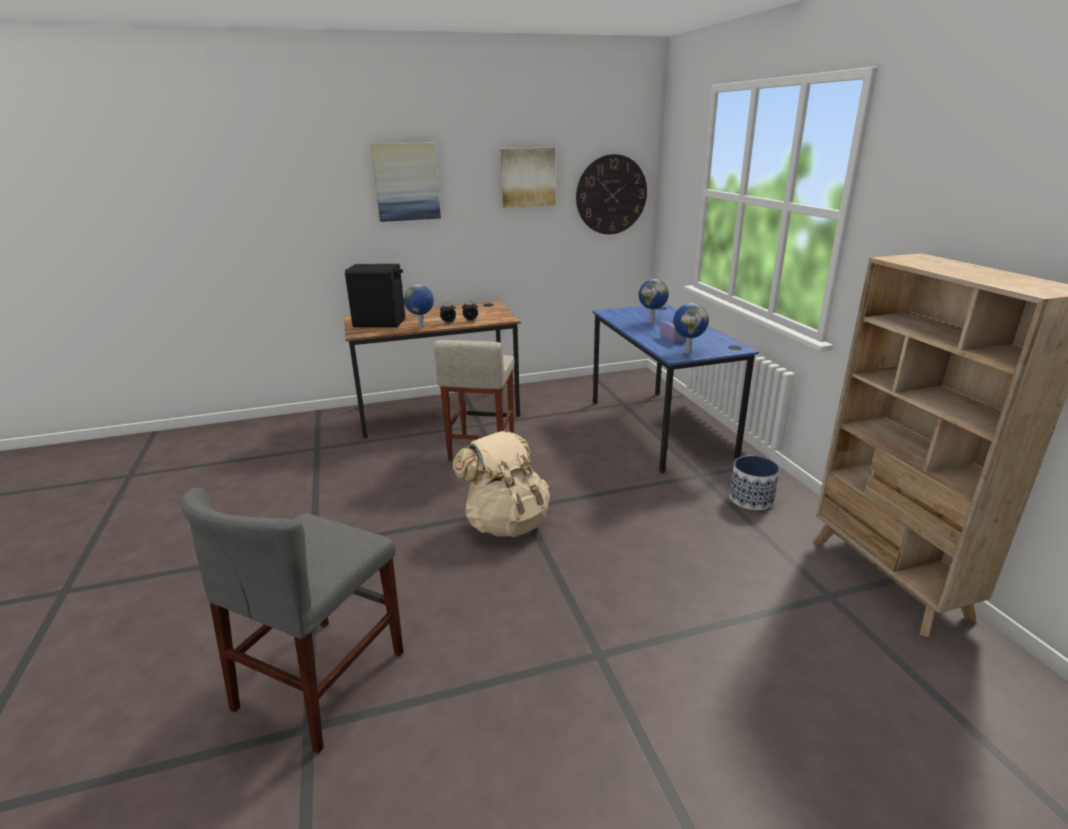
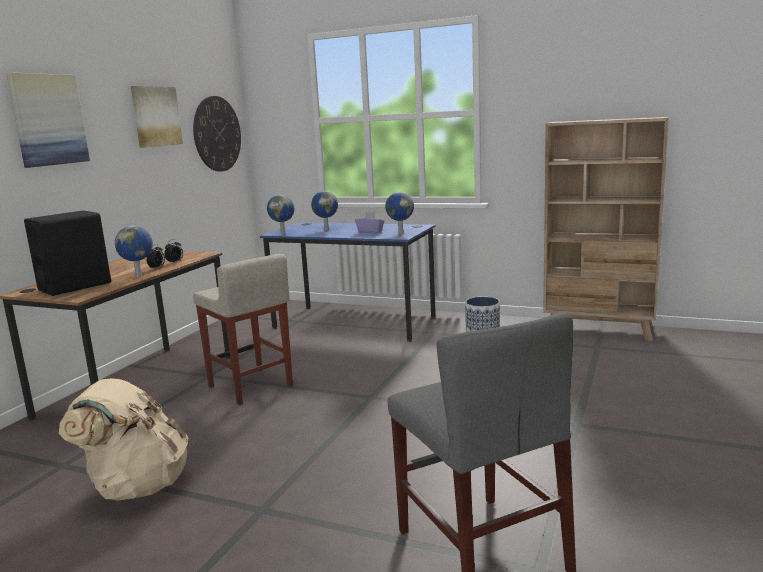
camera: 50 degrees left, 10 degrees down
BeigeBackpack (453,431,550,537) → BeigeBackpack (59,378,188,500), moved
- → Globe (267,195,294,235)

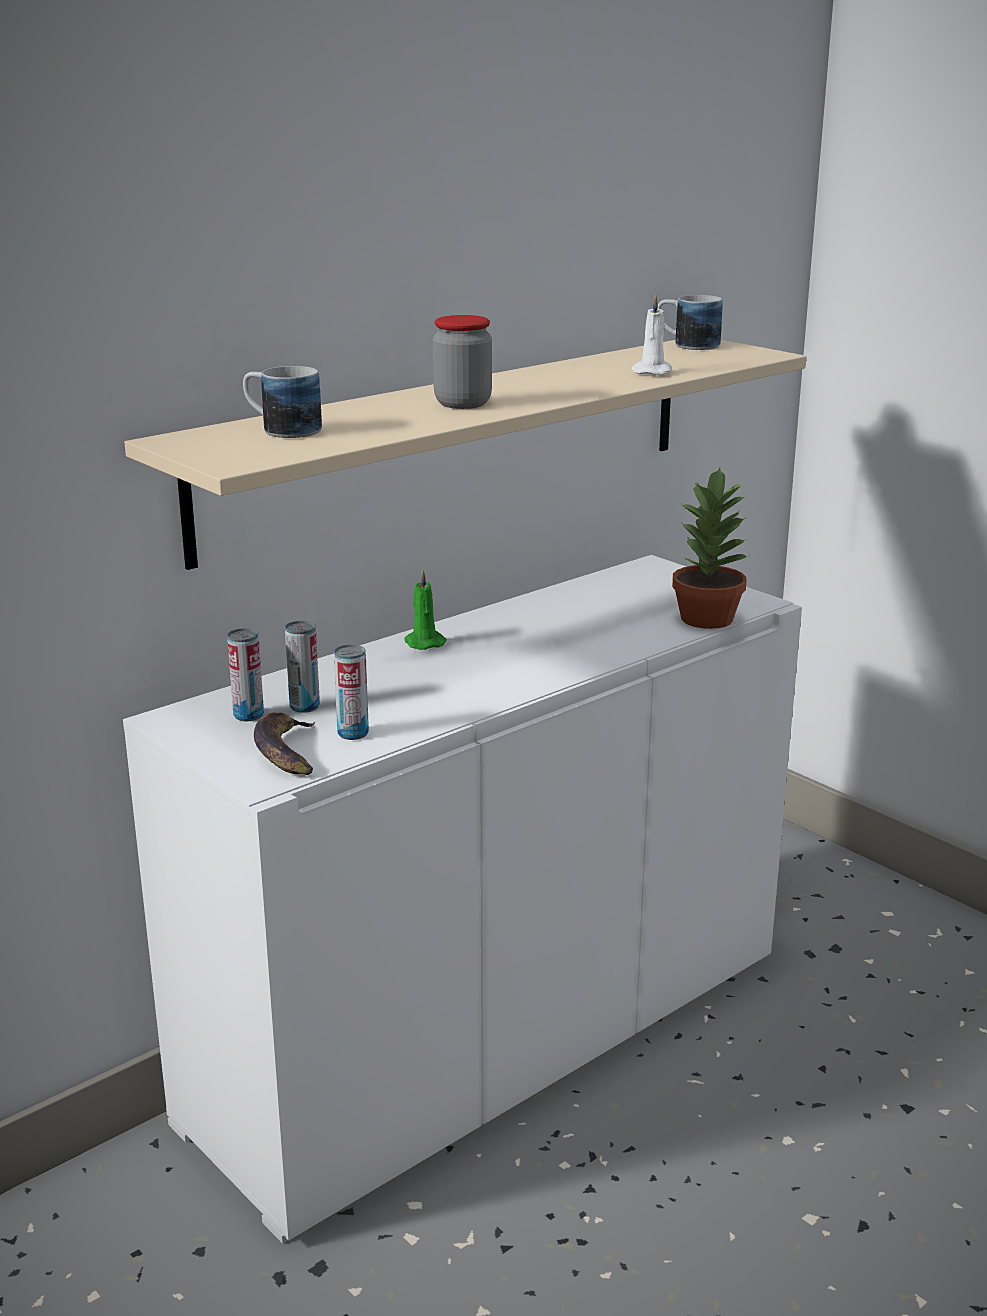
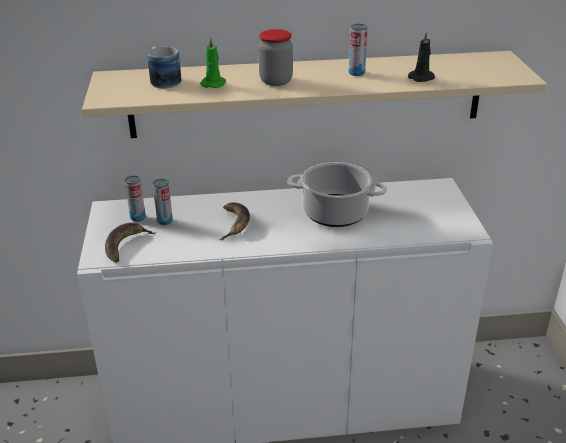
camera: 35 degrees right, 10 degrees up
GreenCandle (404,570,446,650) → GreenCandle (200,36,226,88), moved
- → Banana (220,202,250,240)
- → CookingPot (287,162,387,227)
Can (334,644,369,740) → Can (349,24,368,76), moved
WhiteCandle (631,295,672,375) → BlackCandle (408,31,435,82)
Mug (658,295,723,350) → -
PottedPlant (672,468,751,629) → -

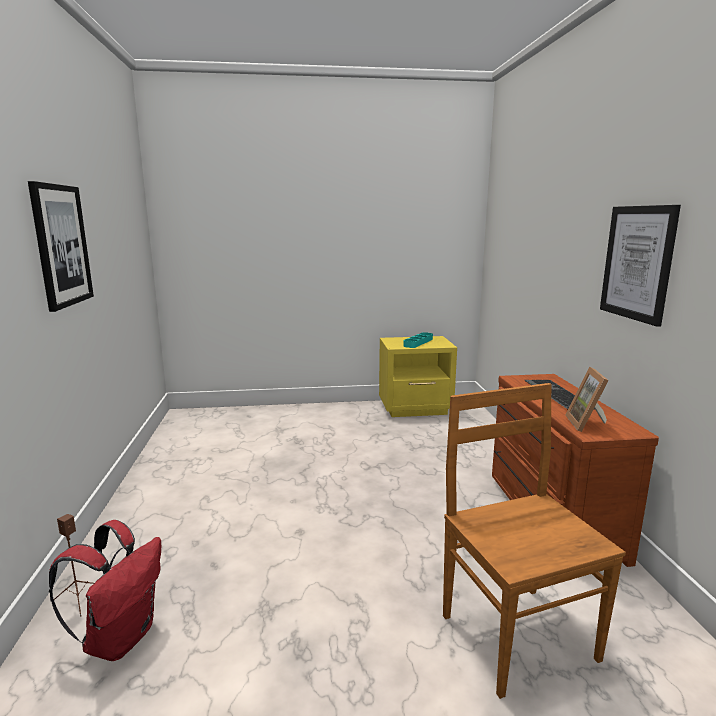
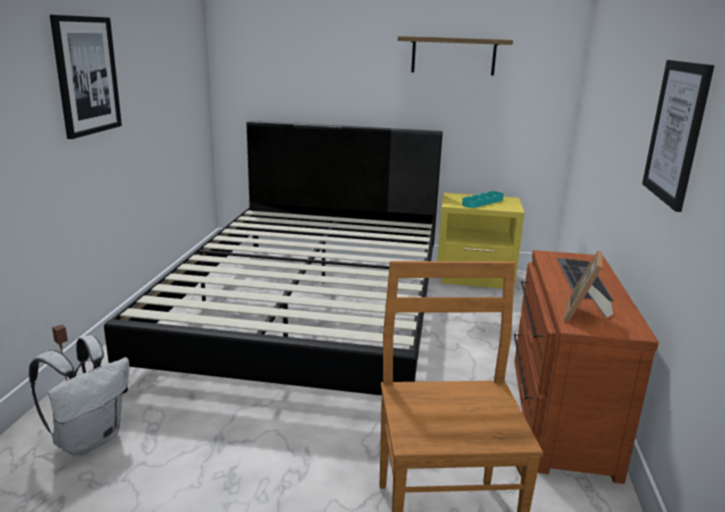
camera: 15 degrees right, 5 degrees up
RedBackpack (49,520,161,661) → WhiteBackpack (29,335,129,456)
- → BlackBed (104,121,443,395)
- → Shelf (398,36,513,76)

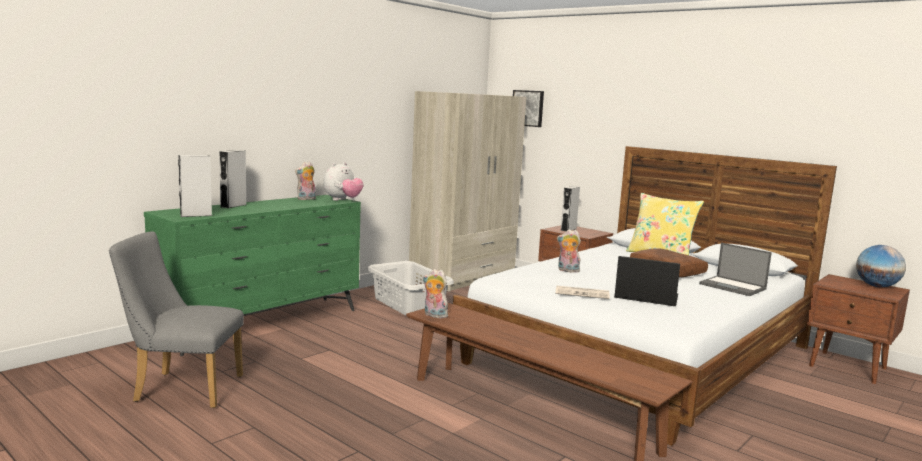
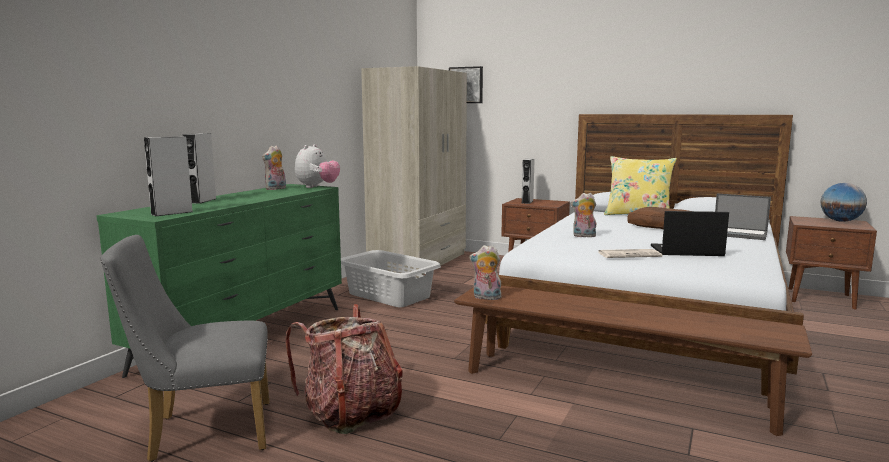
camera: 15 degrees left, 0 degrees up
- → Backpack (286,304,402,434)

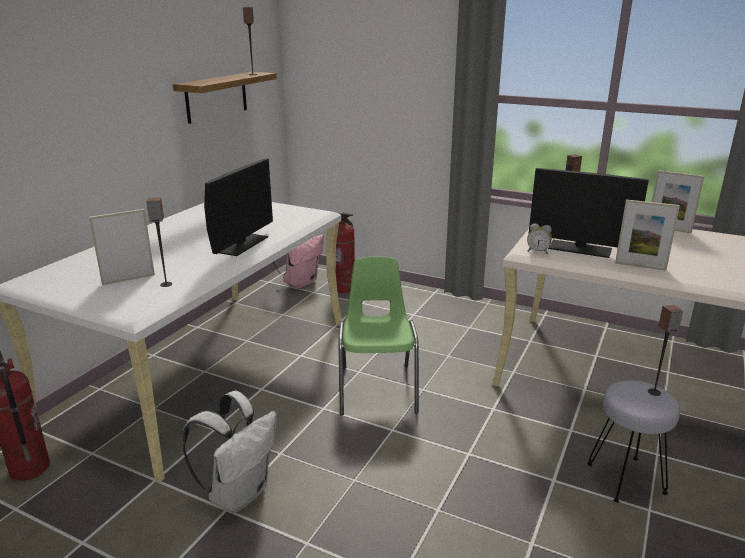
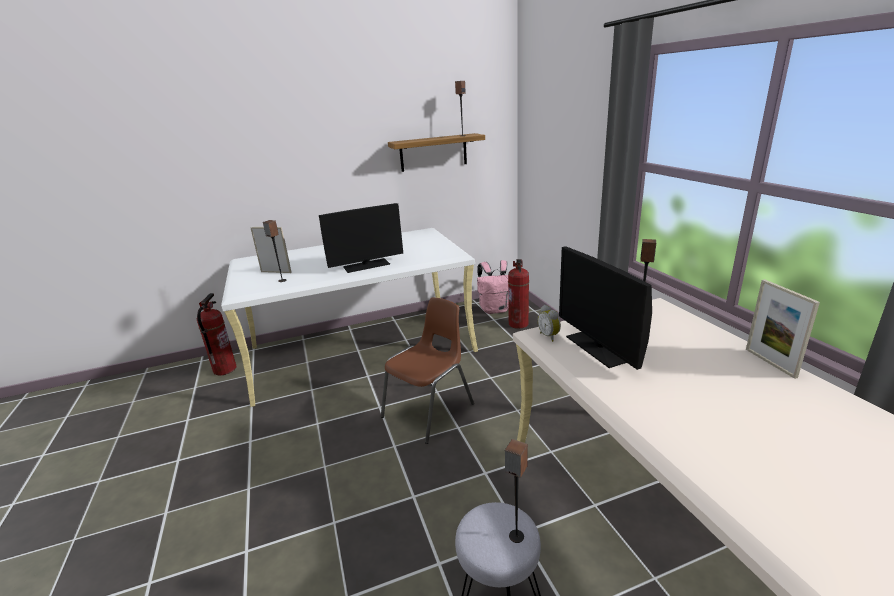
camera: 45 degrees right, 0 degrees up
GreenChair (338,257,419,415) → BrownChair (381,298,474,444)
WhiteBackpack (182,391,277,513) → -
PictureFrame (615,199,680,271) → -

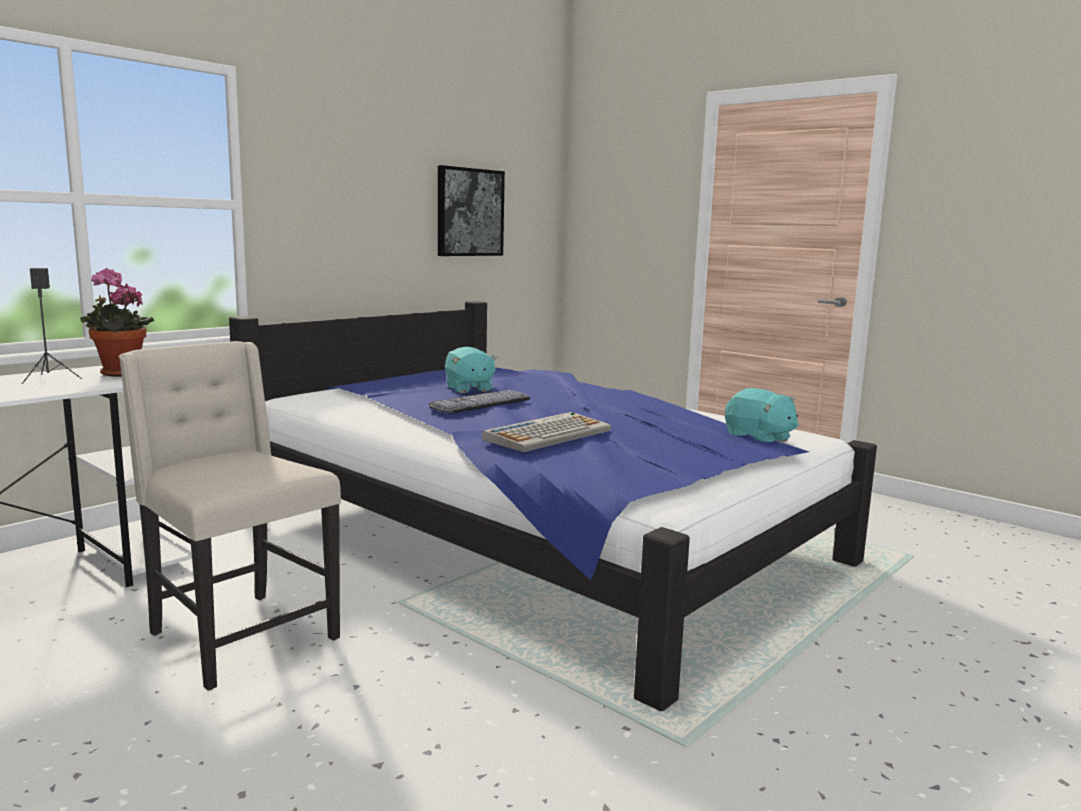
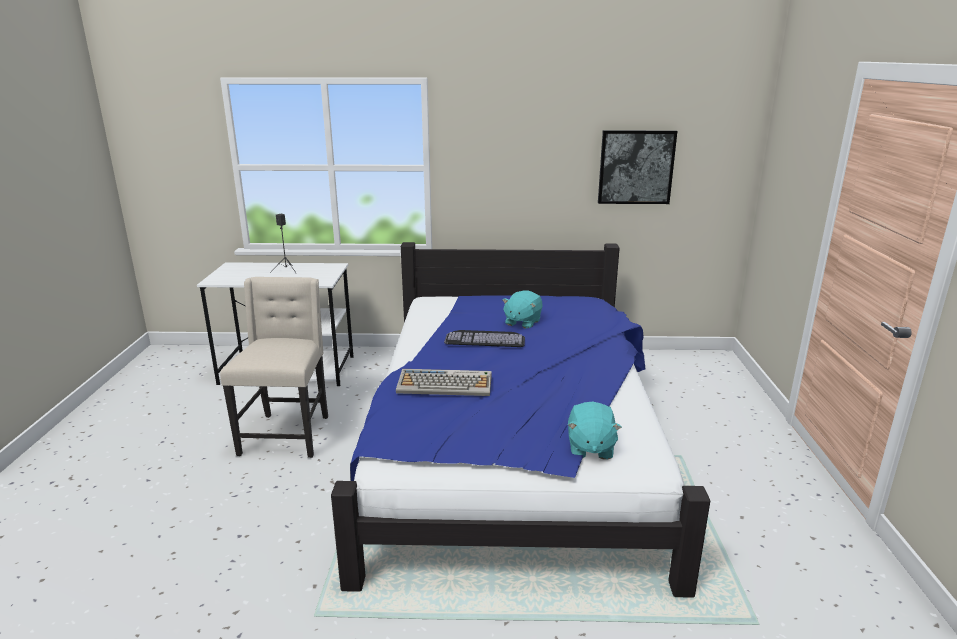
camera: 50 degrees right, 10 degrees up
PottedPlant (80,268,154,377) → -

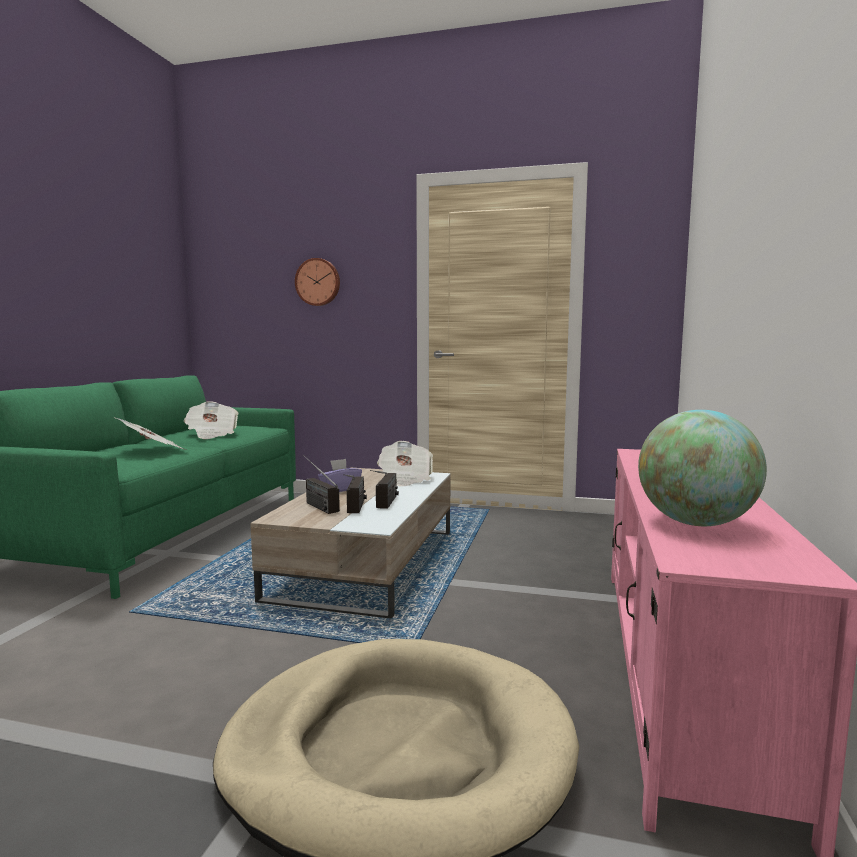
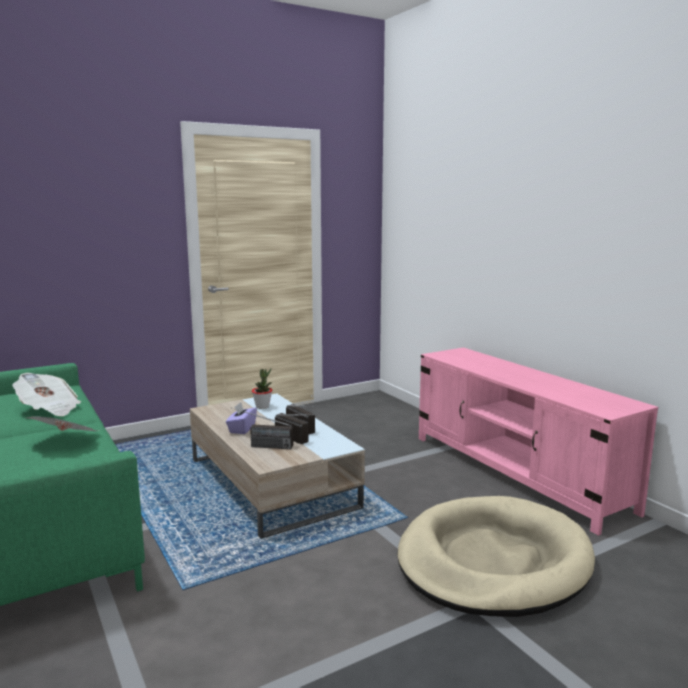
camera: 45 degrees left, 5 degrees up
Newspaper (377,441,433,486) → PottedPlant (252,369,272,409)
WallClock (295,258,340,306) → -
Globe (638,410,767,526) → -

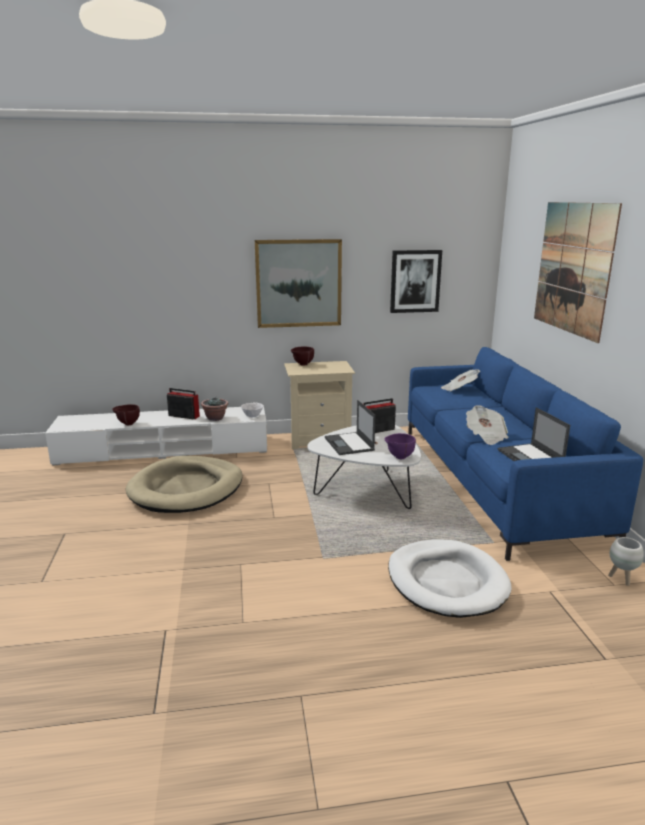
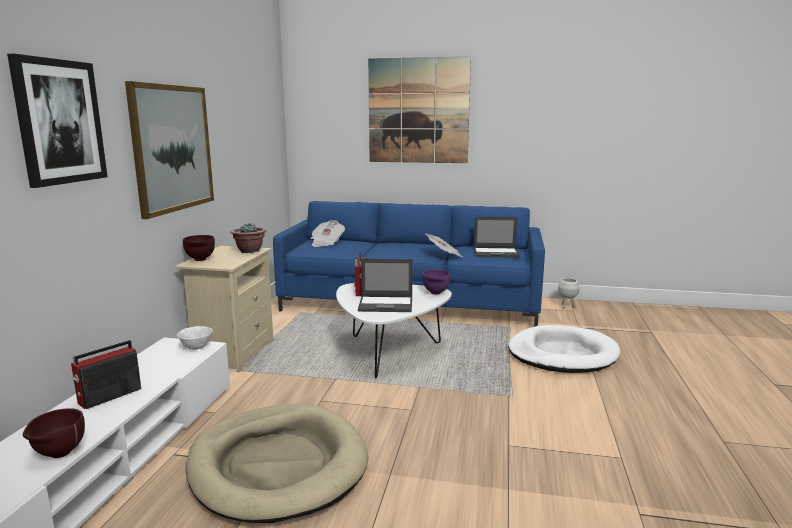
camera: 70 degrees left, 5 degrees down
Picture (390,250,442,313) → Picture (7,54,108,188), moved
PottedPlant (201,397,229,421) → PottedPlant (231,223,266,253), moved

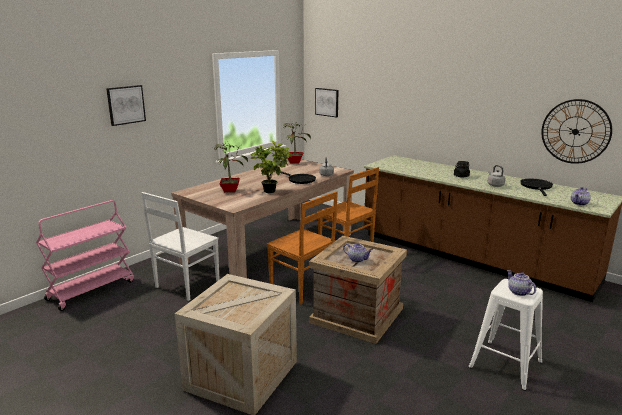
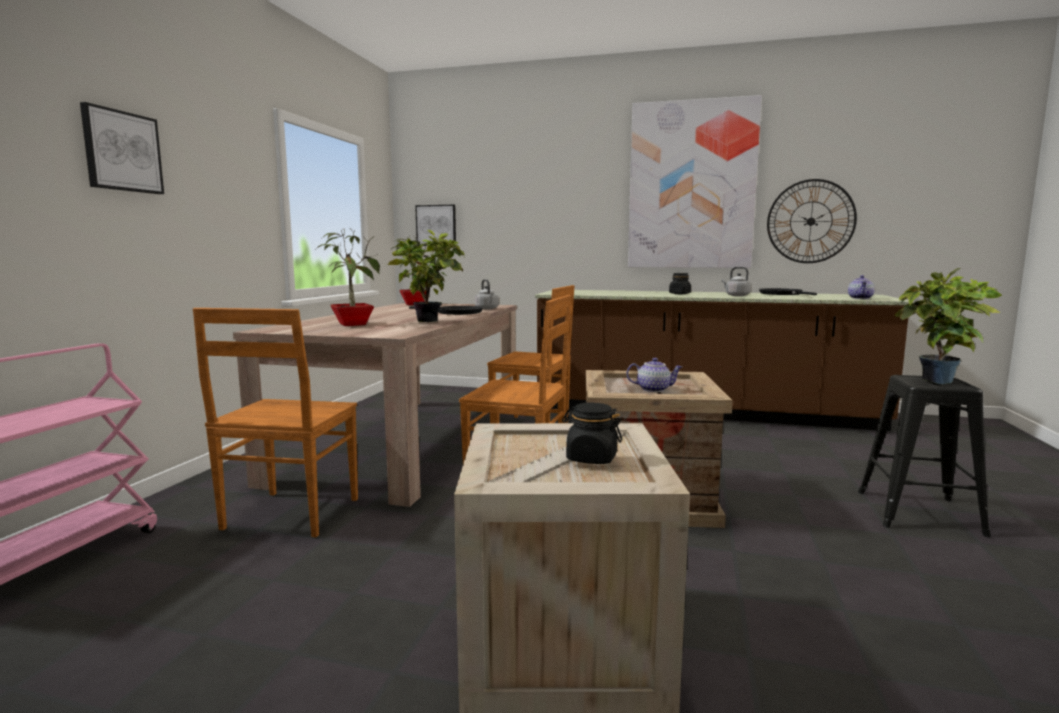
camera: 25 degrees left, 10 degrees down
WhiteChair (141,192,220,301) → BrownChair (193,308,358,538)
- → BlackJar (562,402,622,464)
- → Picture (628,95,762,268)
WhiteStool (468,279,543,391) → BlackStool (858,375,991,537)
Teapot (507,270,536,296) → PottedPlant (895,268,1002,384)

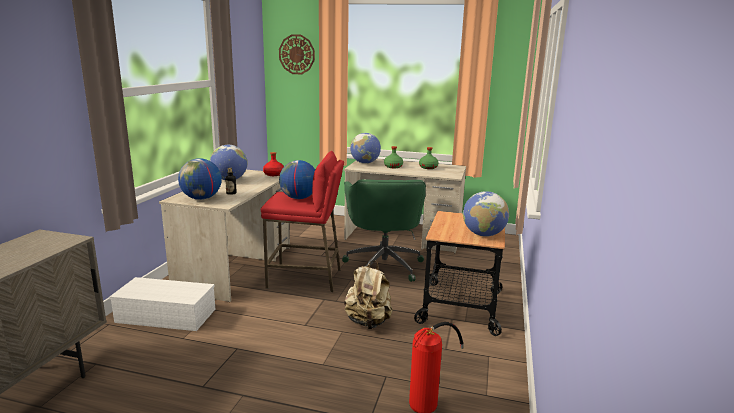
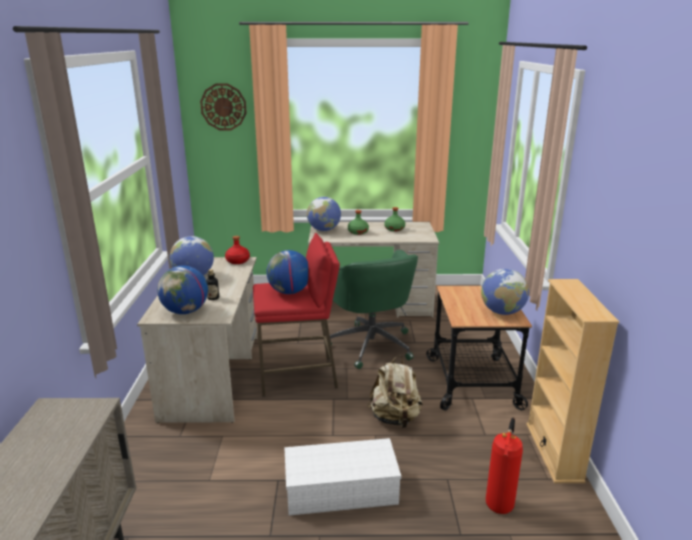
camera: 15 degrees left, 5 degrees up
WhiteStorageBox (109,277,215,331) → WhiteStorageBox (284,438,401,516), moved
- → BeigeBookcase (526,279,619,483)

